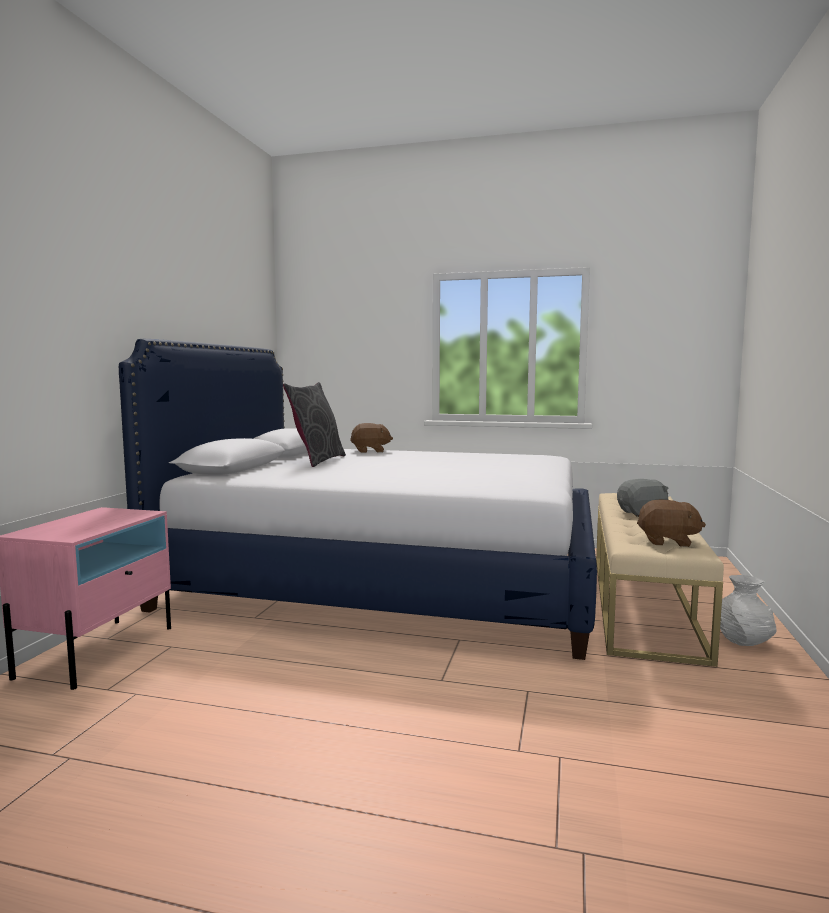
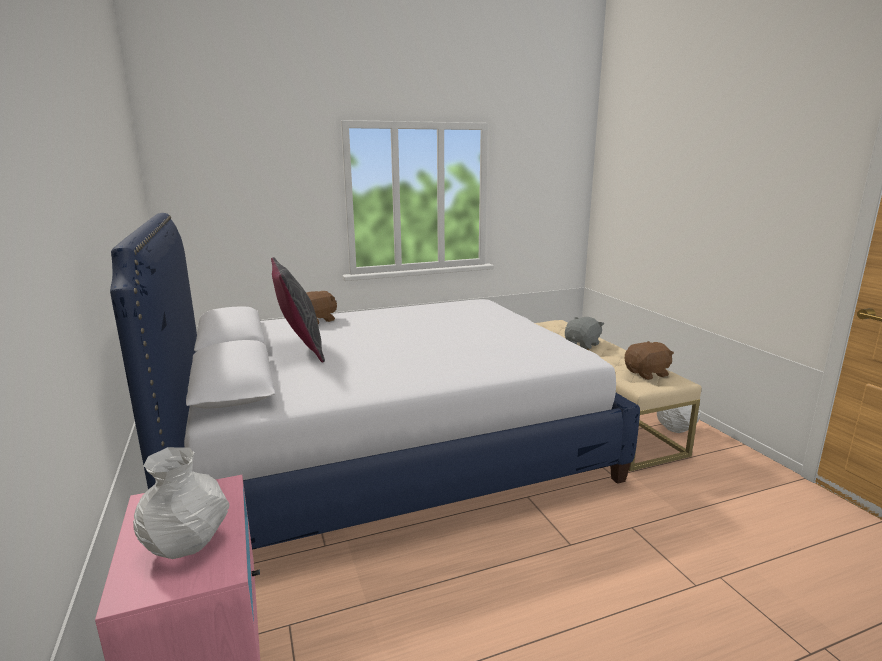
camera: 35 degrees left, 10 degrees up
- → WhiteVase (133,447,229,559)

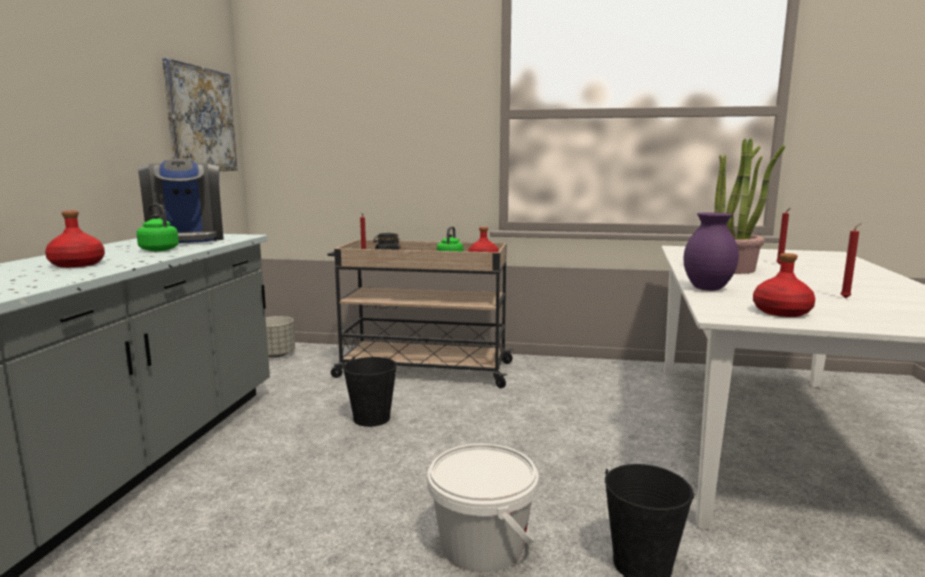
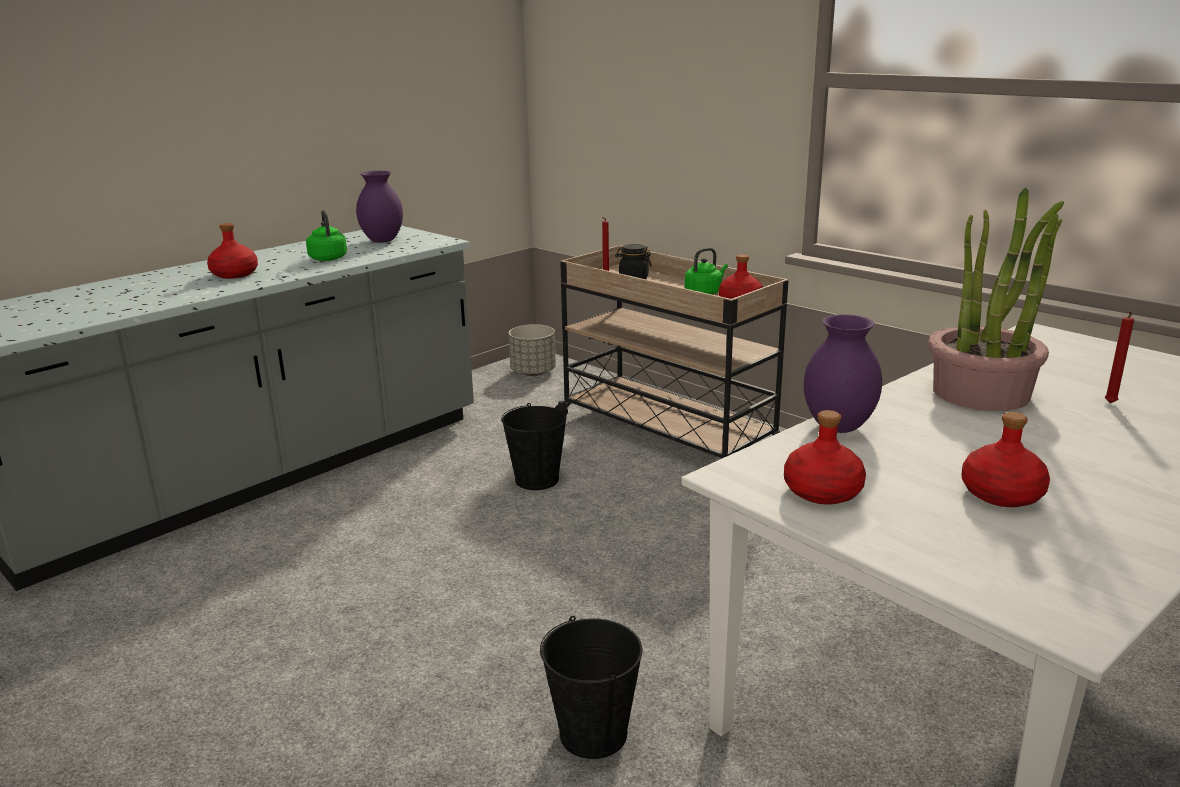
camera: 35 degrees right, 10 degrees up
CoffeeMachine (137,158,224,243) → PurpleVase (356,171,403,243)
RedCandle (840,223,862,298) → RedBottle (961,412,1050,507)
Picture (162,58,237,171) → -
WhiteBucket (427,444,539,573) → -

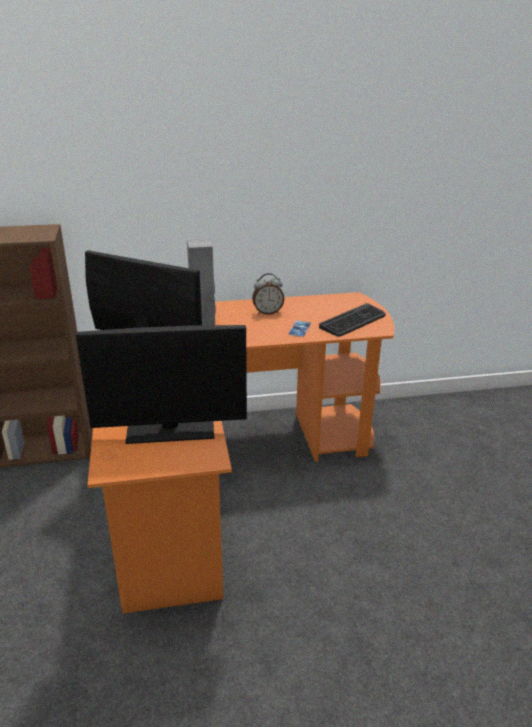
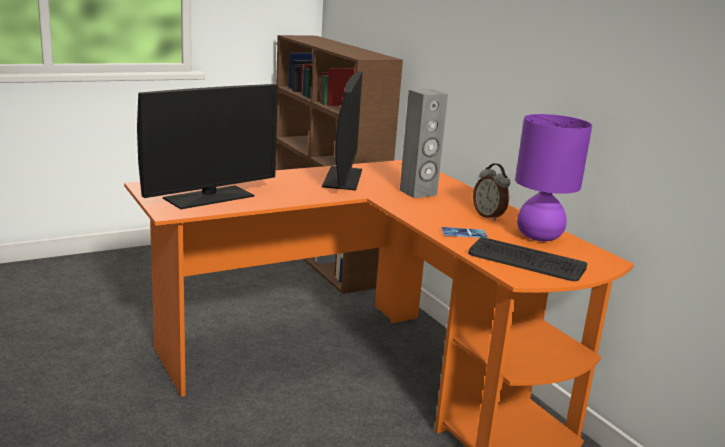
camera: 70 degrees right, 10 degrees down
Monitor (76,325,247,444) → Monitor (137,84,278,209), 105 degrees counterclockwise
- → PurpleTableLamp (515,114,592,241)

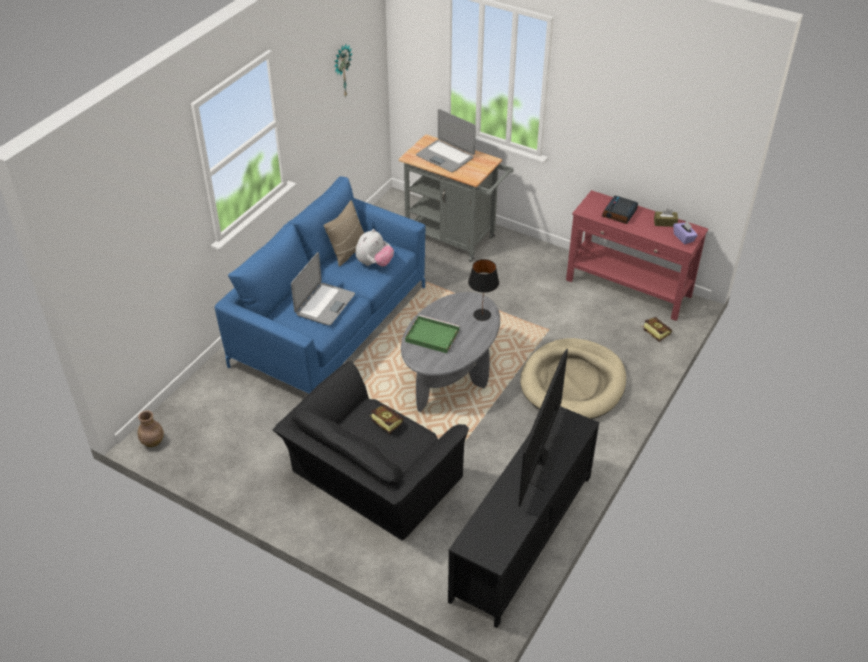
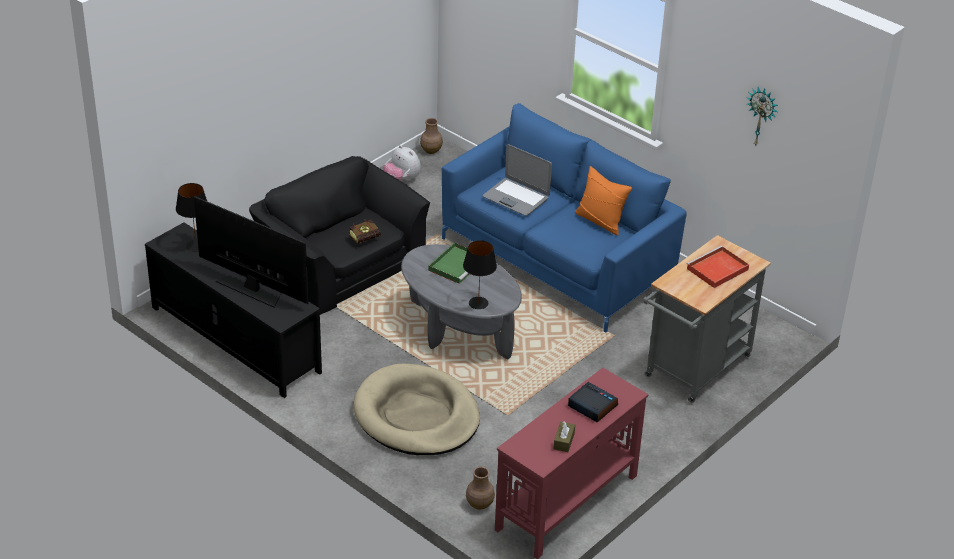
camera: 100 degrees right, 5 degrees down
- → BlackTableLamp (176,183,207,251)
PlushToy (355,229,394,266) → PlushToy (383,145,421,181), moved
Book (641,317,672,342) → BrownVase (466,467,495,510)
BeigePillow (323,200,364,267) → OrangePillow (575,166,632,236)
Laptop (416,109,476,172) → RedTray (686,246,749,288)
PurpleTissueBox (673,220,698,244) → -

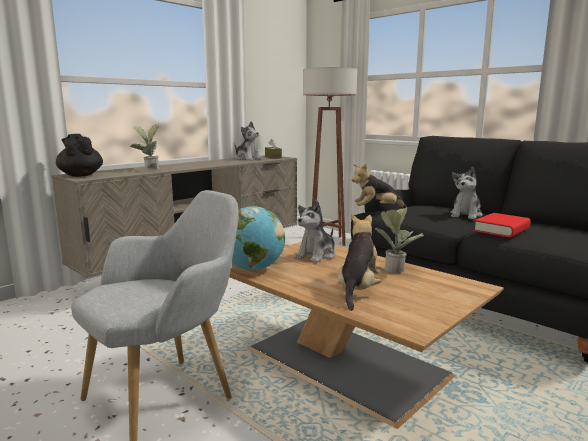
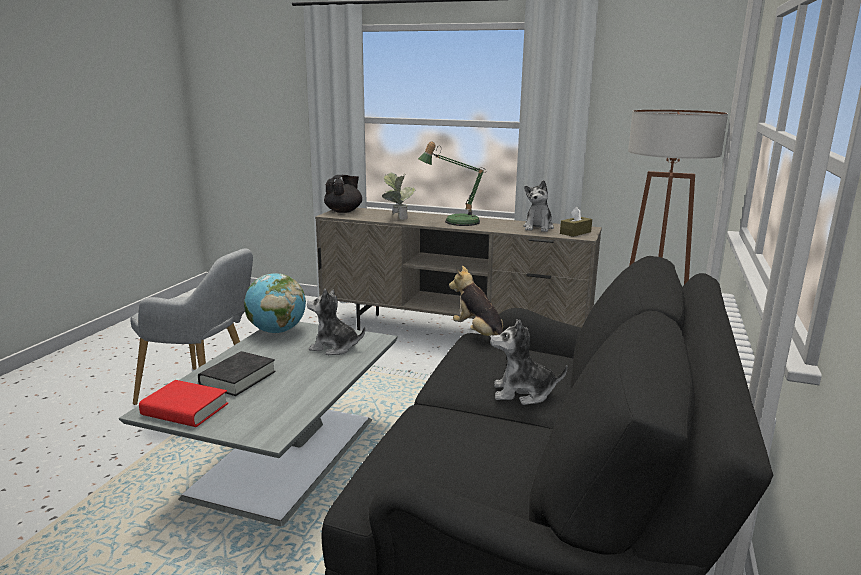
camera: 65 degrees right, 5 degrees up
BrownCoffeeTable (229,242,504,429) → GreyCoffeeTable (119,322,398,527)
RedBook (474,213,531,238) → RedBook (139,380,228,427), moved
PlushToy (338,214,381,311) → BlackBook (198,351,276,396)
- → TableLamp (418,142,486,226)
PottedPlant (375,207,424,273) → -

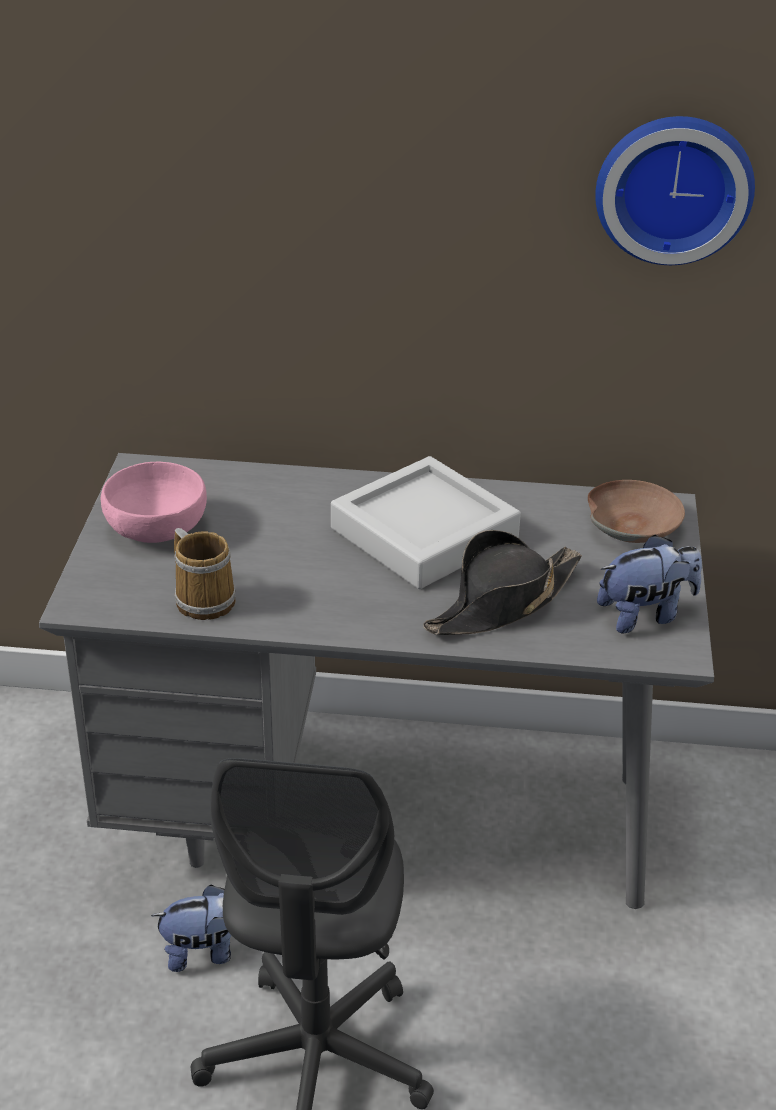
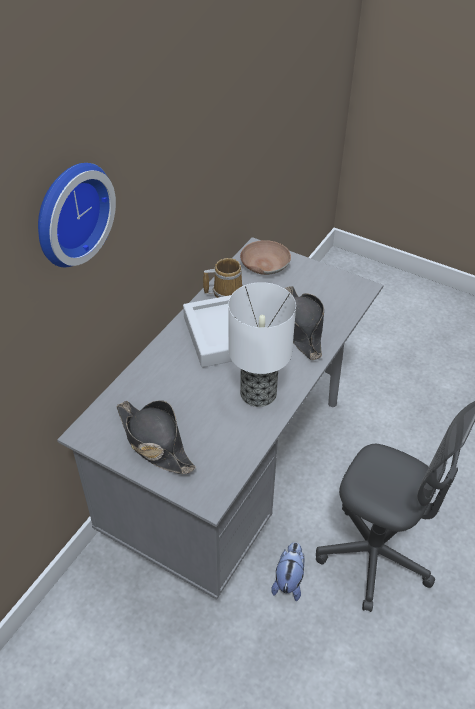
camera: 65 degrees left, 10 degrees up
WallClock (595,116,755,265) → WallClock (38,163,116,267), moved
PinkBowl (101,461,207,543) → BlackHat (116,400,196,474)
Mug (174,528,236,620) → Mug (203,258,243,298), moved
- → TableLamp (228,282,296,407)
PlushToy (597,534,702,634) → -

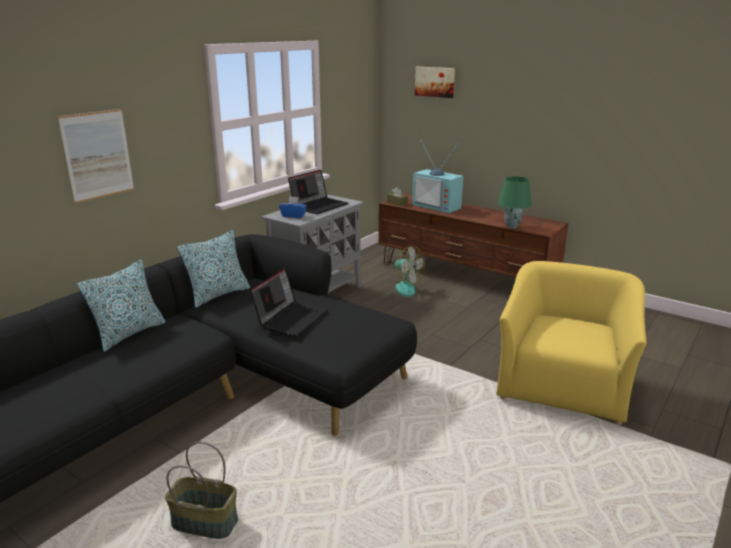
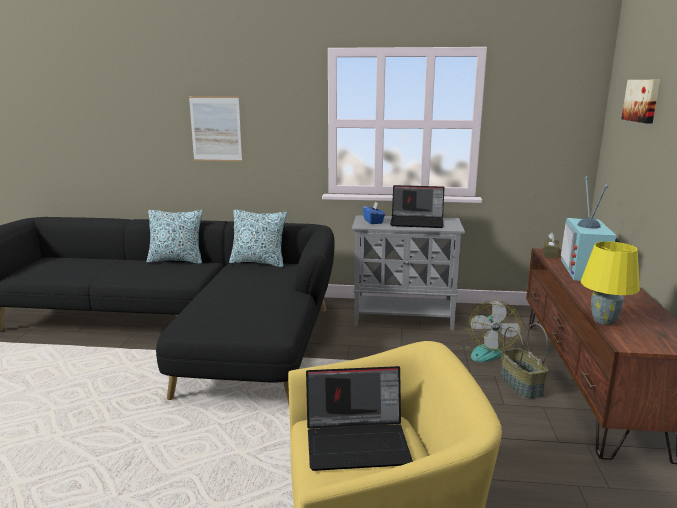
camera: 60 degrees right, 5 degrees down
Laptop (250,268,328,336) → Laptop (306,366,413,471), moved
Basket (165,441,238,539) → Basket (500,323,549,400), moved
GreenTableLamp (498,176,531,229) → YellowTableLamp (581,241,640,325)

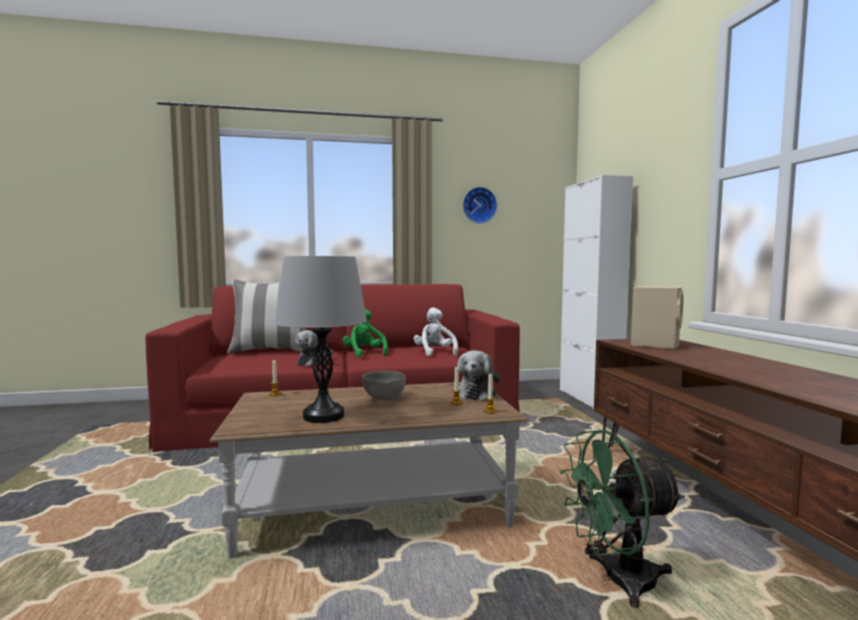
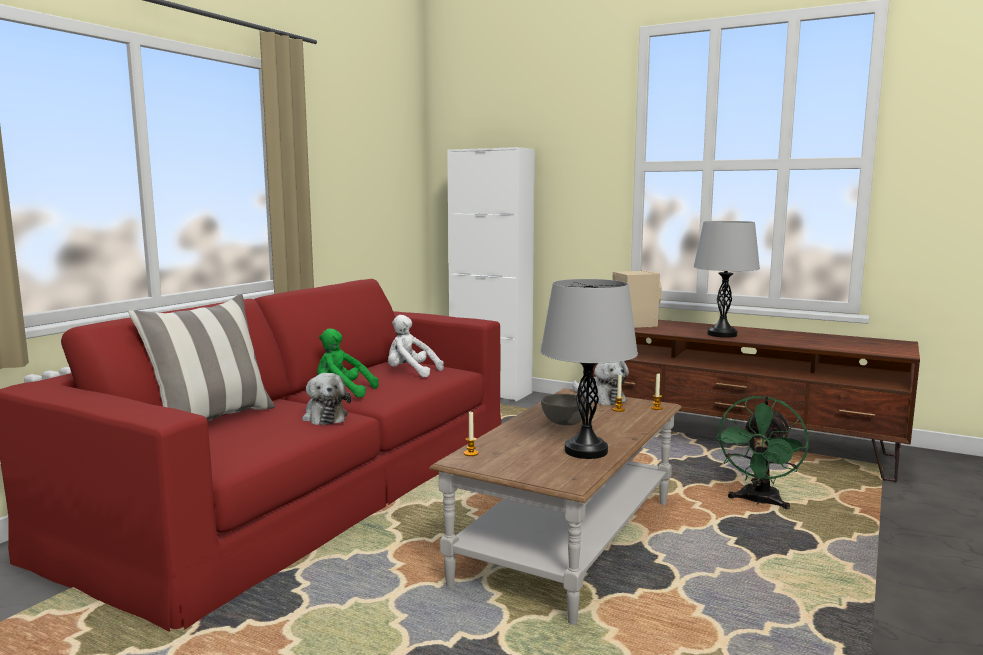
camera: 50 degrees left, 5 degrees up
- → GreyTableLamp (693,221,760,338)
WallClock (463,187,497,224) → -

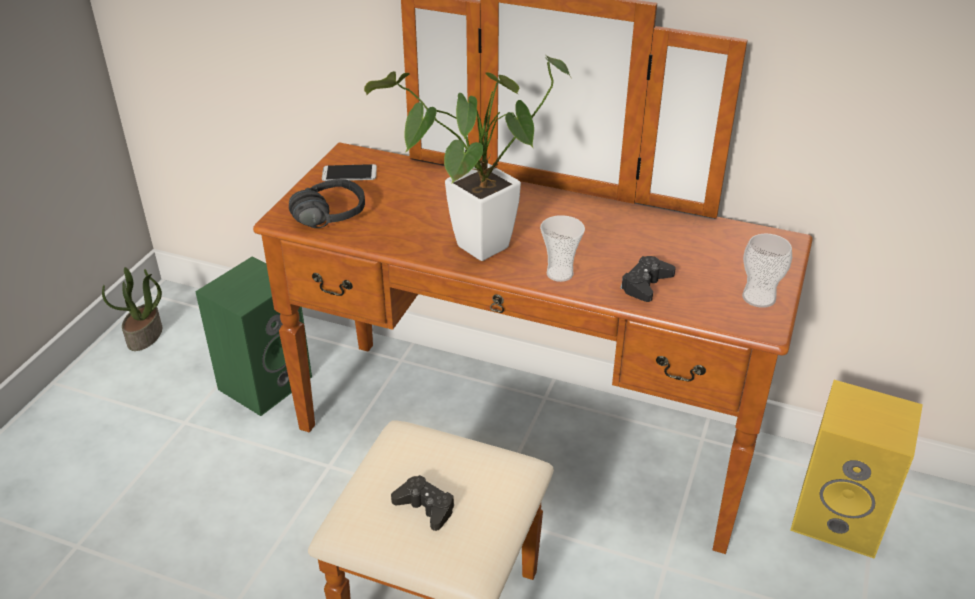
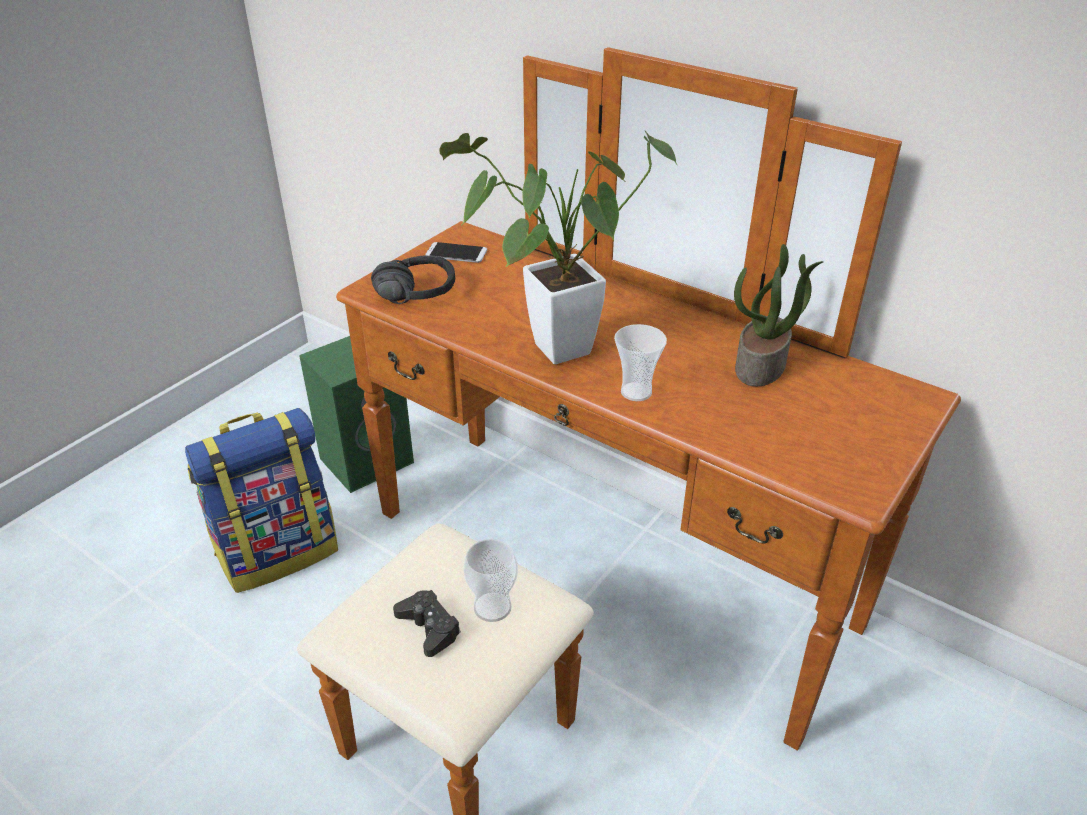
camera: 15 degrees right, 0 degrees up
- → Backpack (185,408,338,593)
Cup (742,234,792,308) → Cup (463,539,518,622), moved
PottedPlant (102,267,162,351) → PottedPlant (734,244,824,386), moved
BlackGameController (620,256,676,302) → -
YellowSpeaker (790,380,923,559) → -

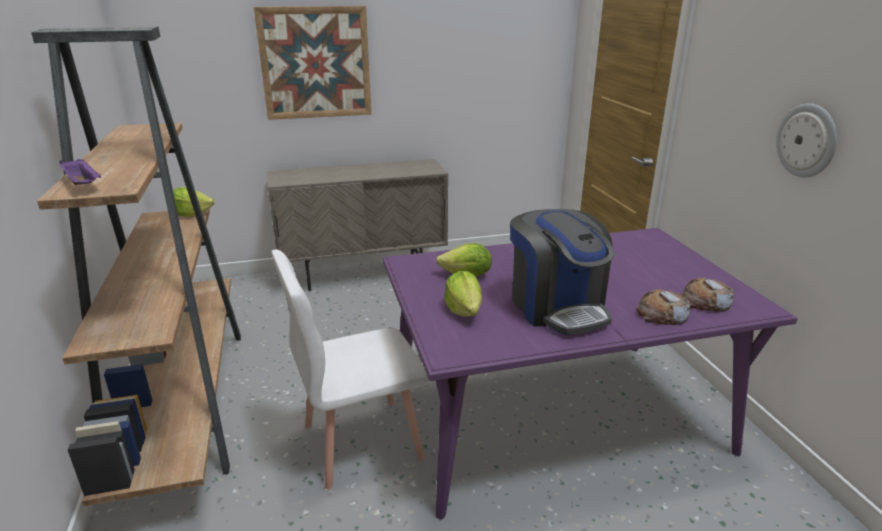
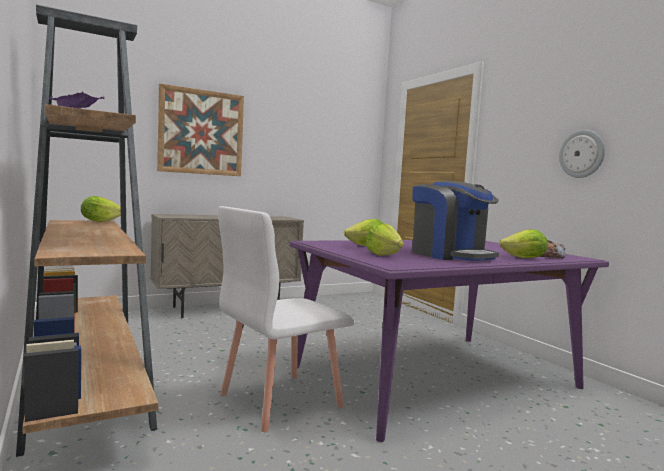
camera: 15 degrees left, 20 degrees down
Bread (636,289,690,325) → Lettuce (499,229,548,258)

